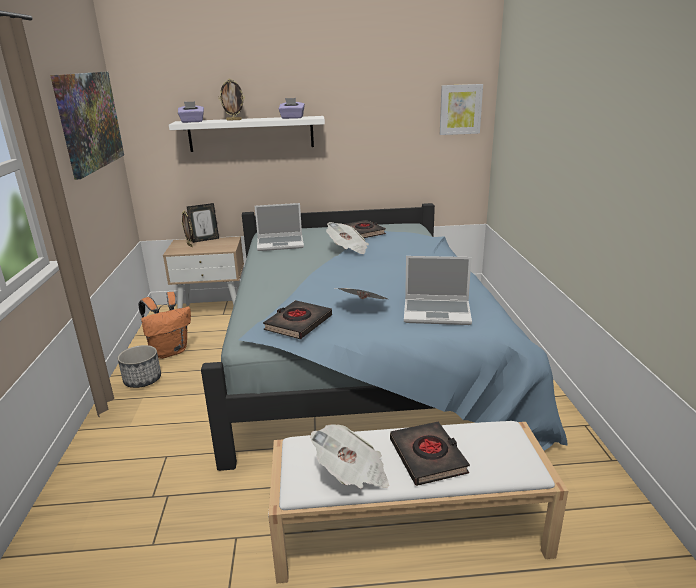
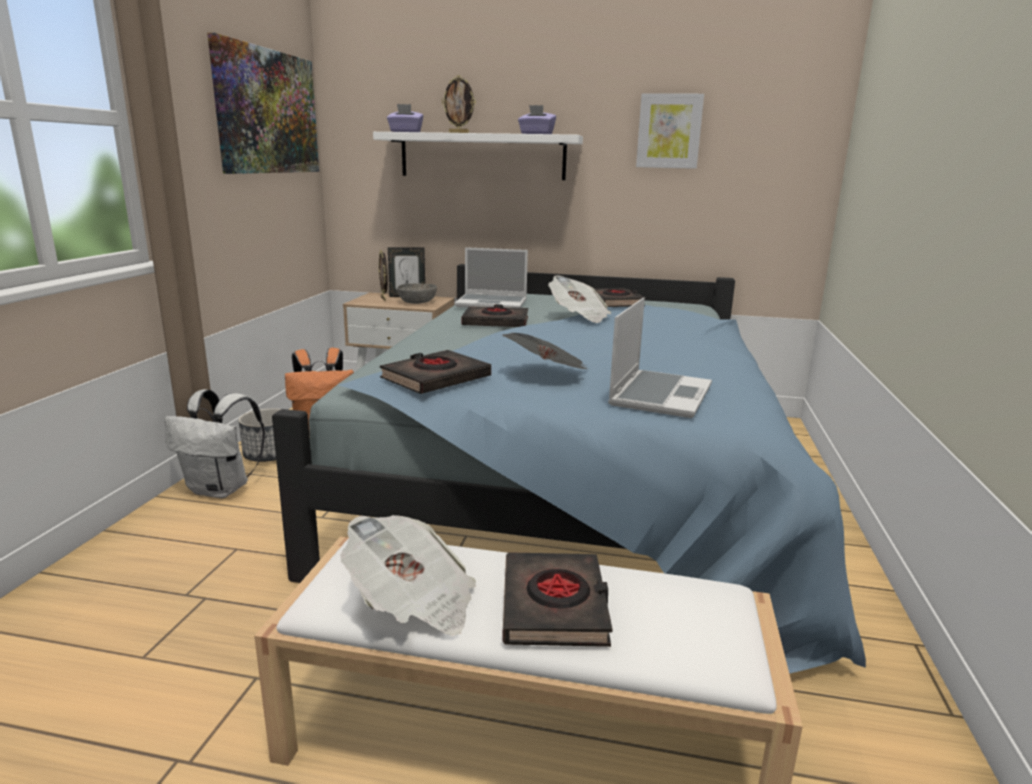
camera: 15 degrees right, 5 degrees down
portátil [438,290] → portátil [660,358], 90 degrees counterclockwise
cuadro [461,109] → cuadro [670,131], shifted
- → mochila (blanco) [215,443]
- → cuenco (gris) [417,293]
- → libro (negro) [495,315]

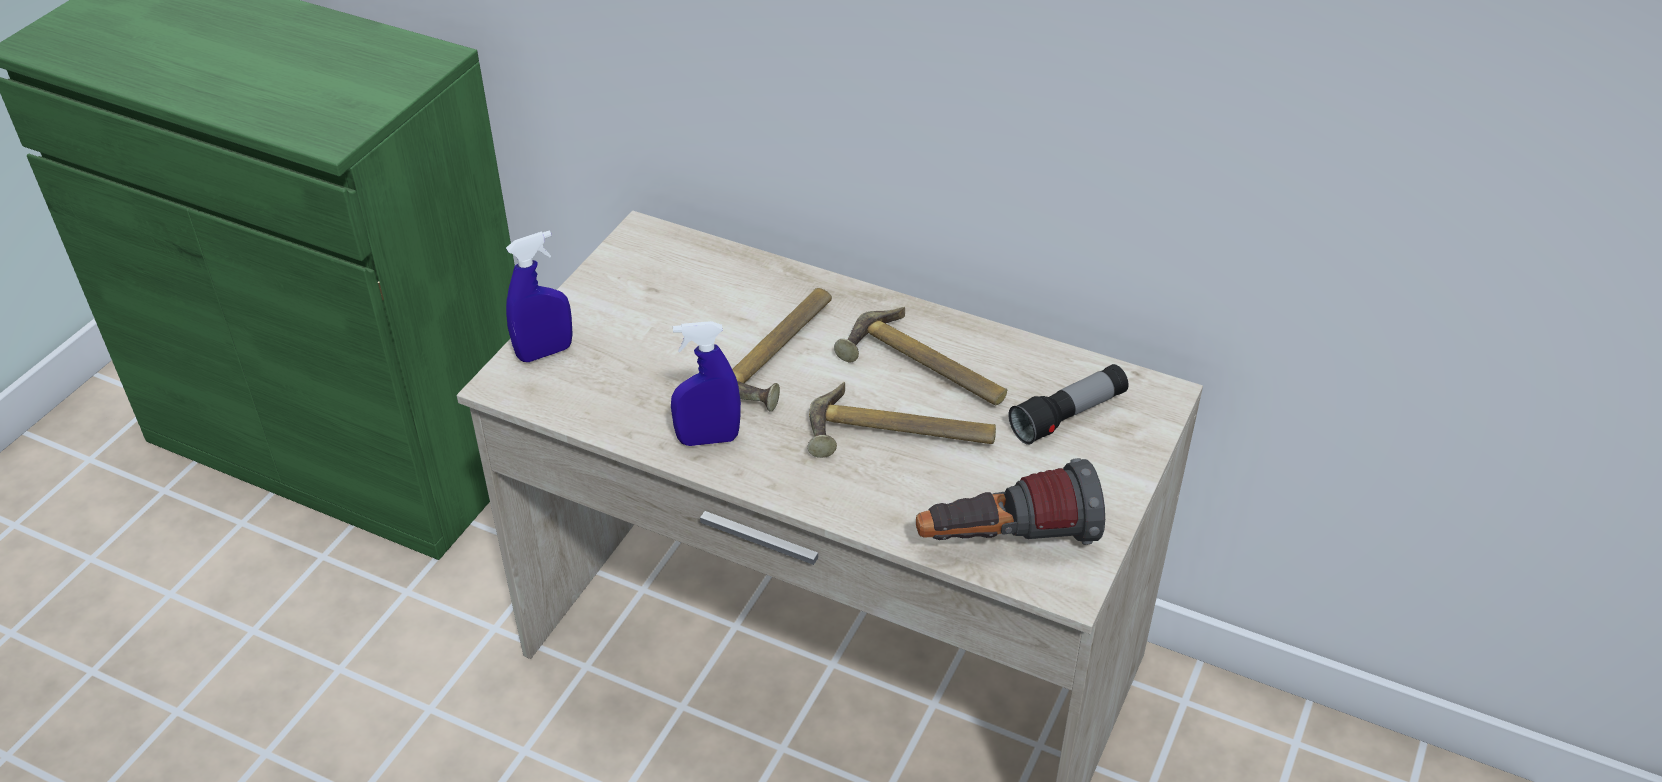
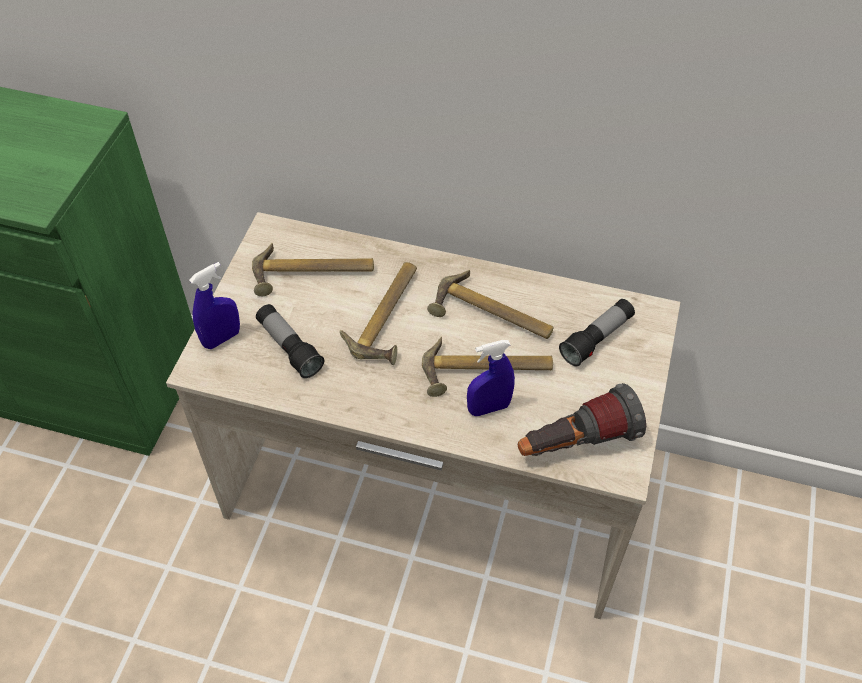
camera: 10 degrees left, 10 degrees up
pulverizador (azul) [706,383] → pulverizador (azul) [491,378], shifted
- → martillo [313,269]
- → linterna [290,341]

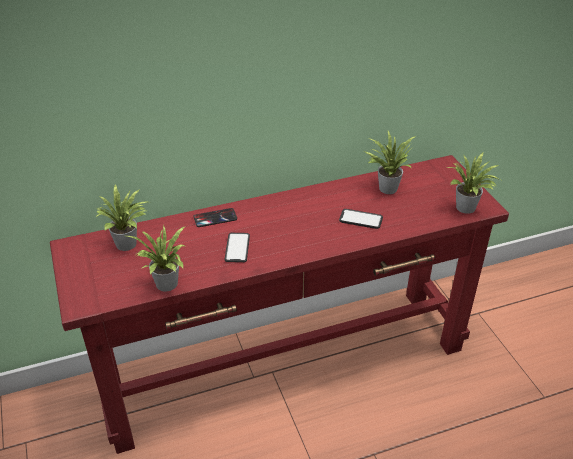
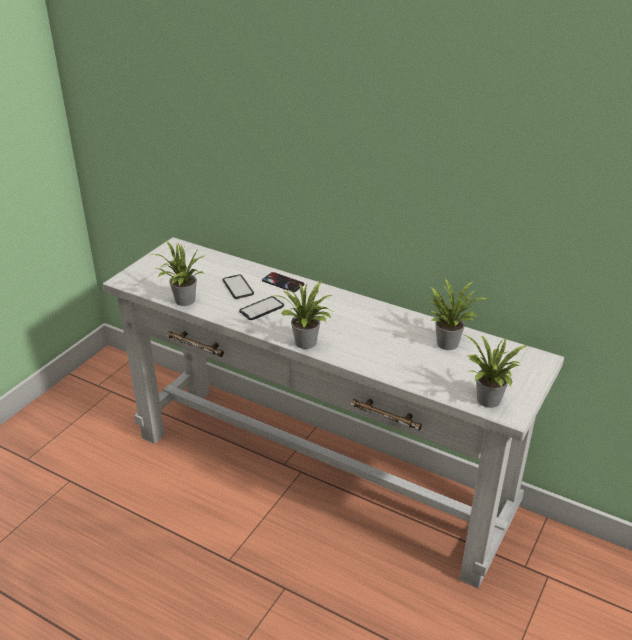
camera: 50 degrees right, 5 degrees down
mesa consola (rojo) [279,304] → mesa consola (blanco) [333,412]
planta en maceta [122,218] → planta en maceta [305,315], shifted
móvil [361,219] → móvil [238,286], shifted

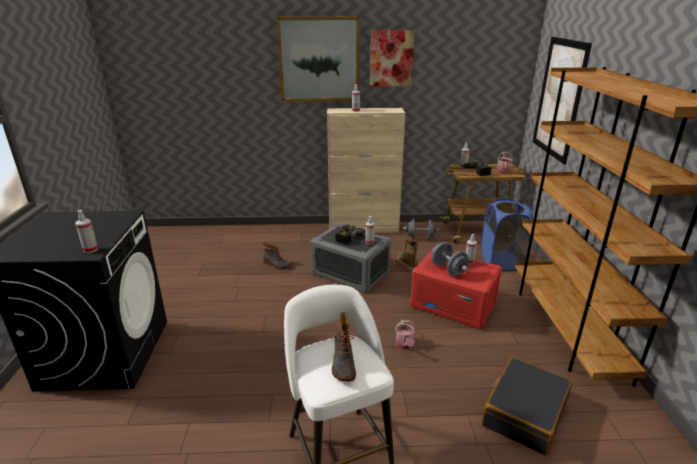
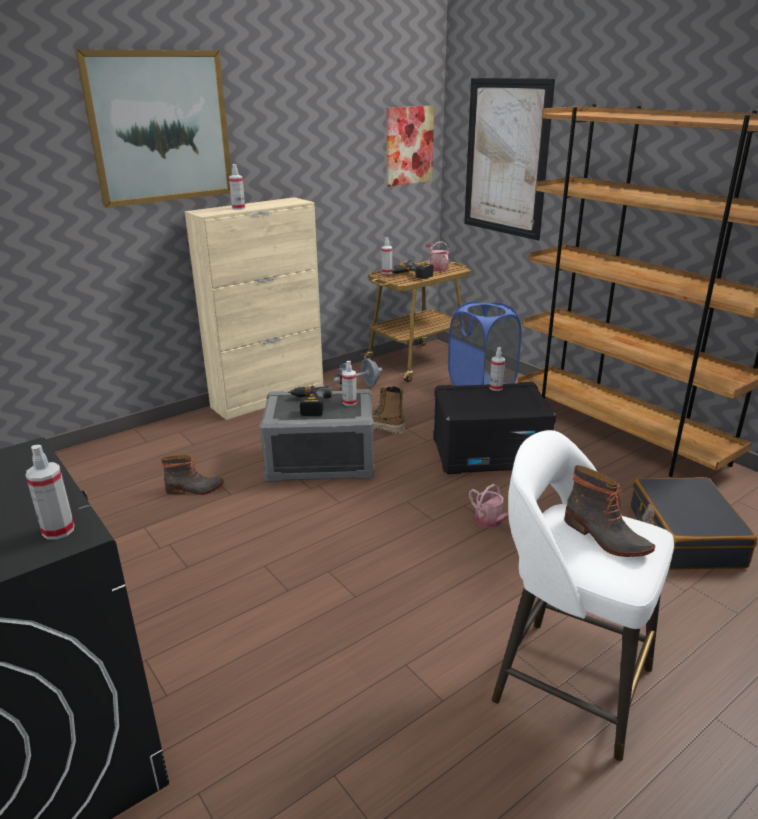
camera: 35 degrees left, 0 degrees up
cuadro [392,58] → cuadro [410,145], shifted
caja de almacenaje (rojo) [456,289] → caja de almacenaje (negro) [494,428]
mancuerna (gris) [450,259] → -

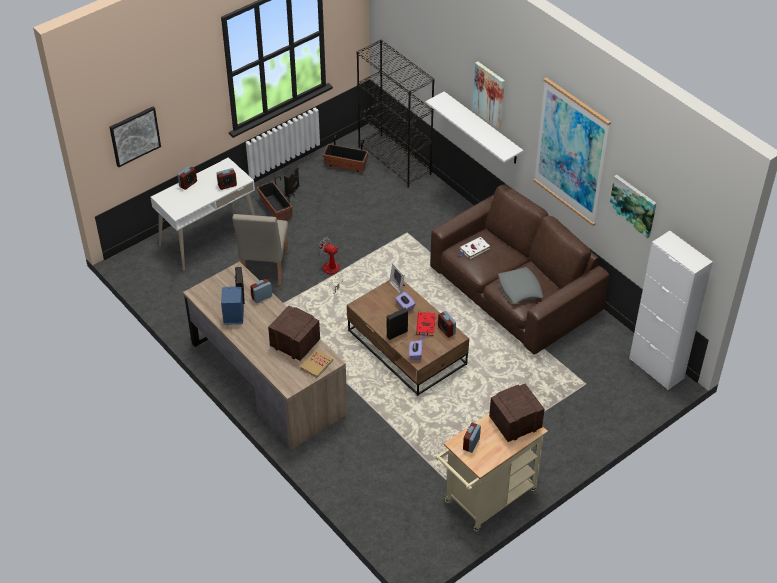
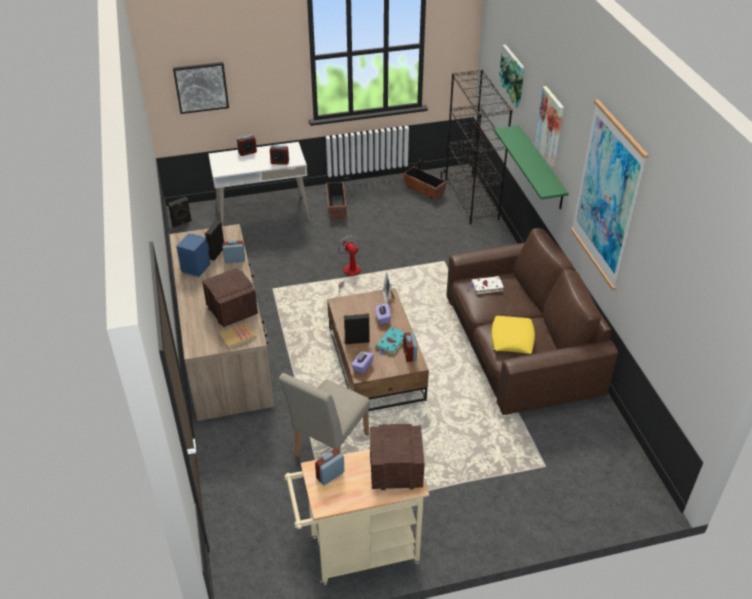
camera: 25 degrees right, 5 degrees down
silla (beis) [260,250] → silla (beis) [324,415], shifted
altavoz (negro) [292,181] → altavoz (negro) [180,212], shifted
libro (rojo) [426,326] → libro (turquesa) [390,341]
estante (blanco) [474,127] → estante (verde) [531,167]
cojín (gris) [520,285] → cojín (amarillo) [513,335]
cuadro [632,207] → cuadro [511,76], shifted
armario (blanco) [671,310] → -

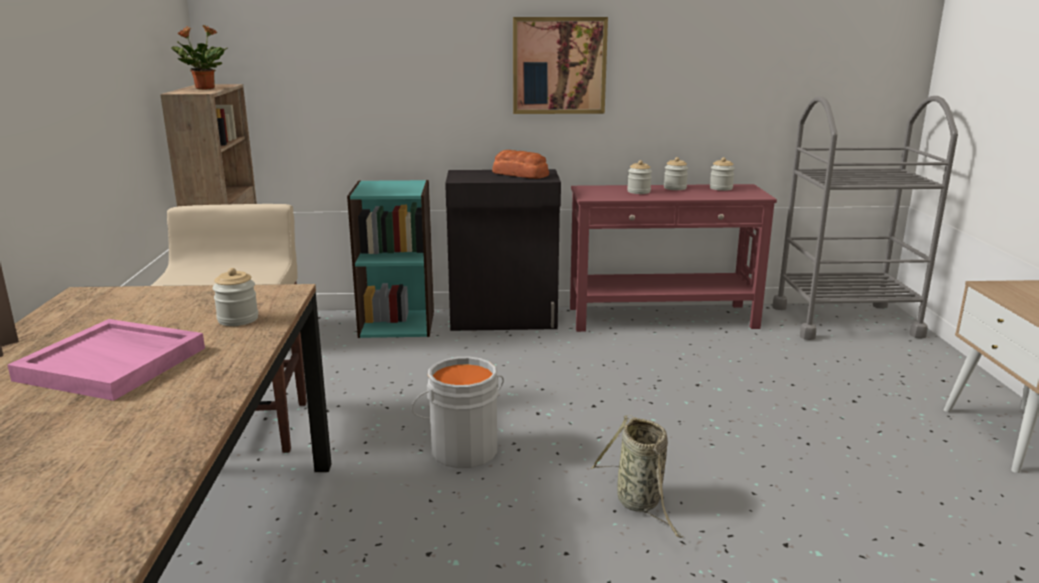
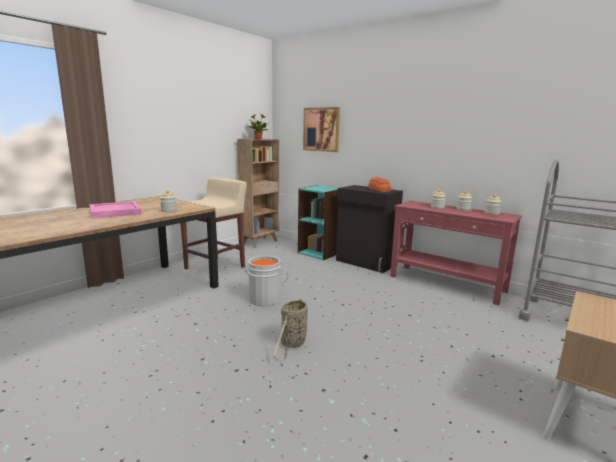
camera: 40 degrees right, 5 degrees down
cuadro [560,65] → cuadro [321,129], shifted

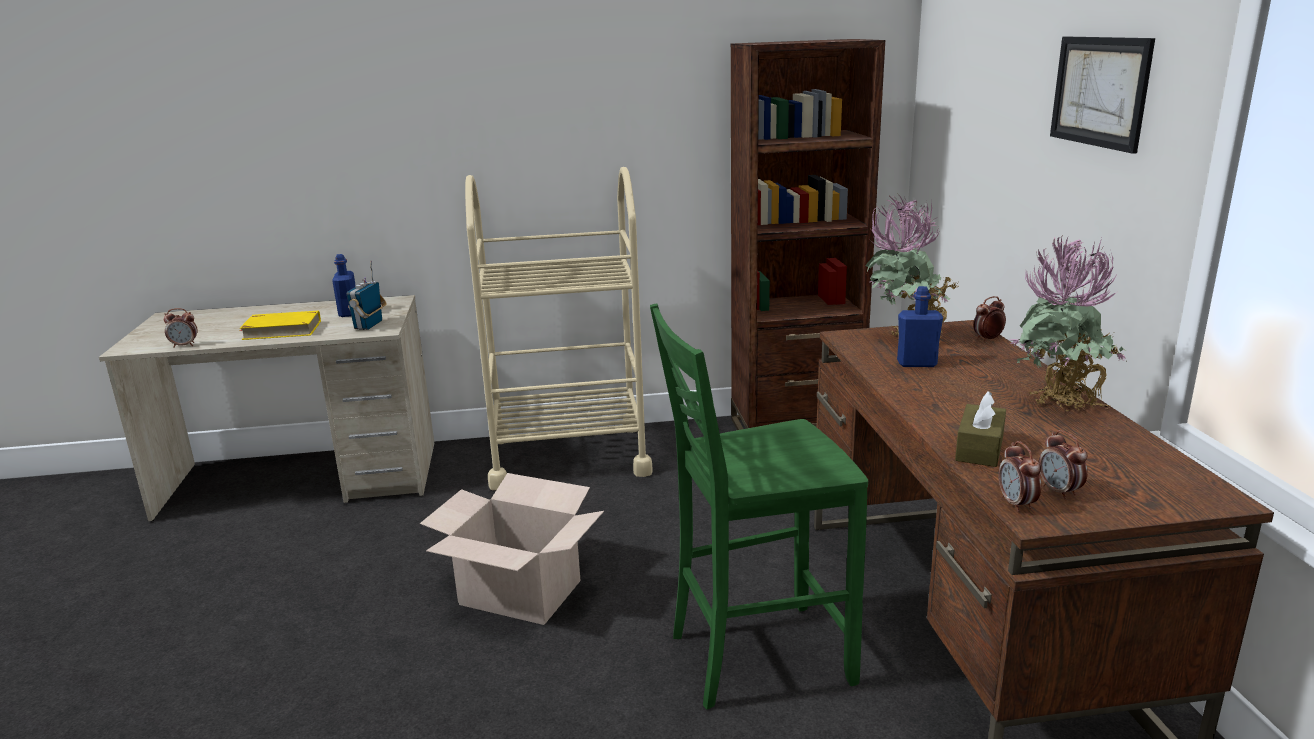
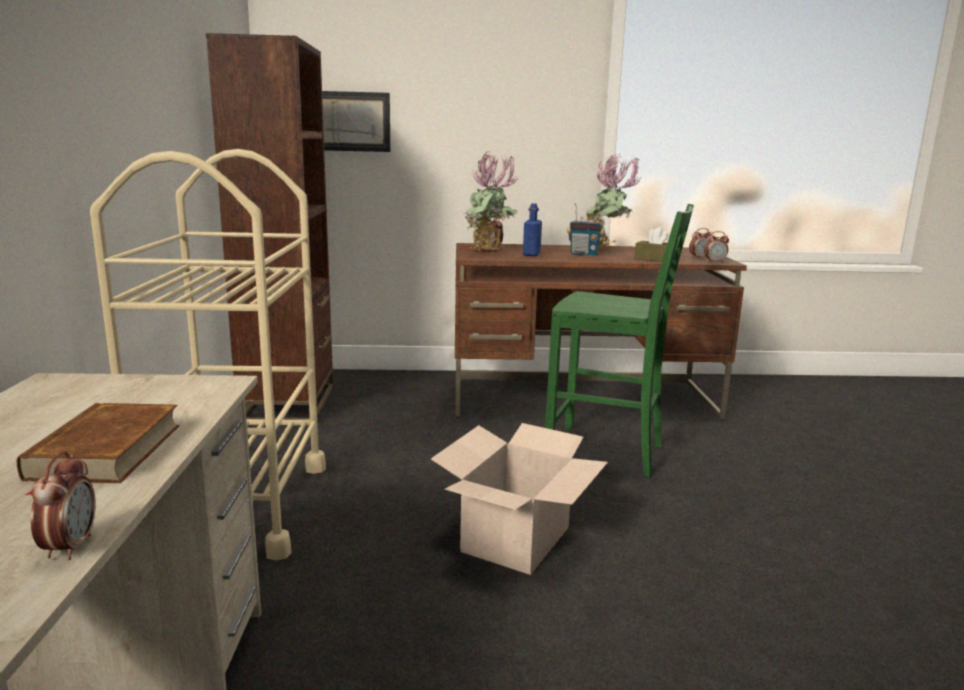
camera: 85 degrees left, 5 degrees down
libro (amarillo) [280,325] → libro (marrón) [98,449]
botella (azul) [344,285] → -
radio [367,295] → radio [586,229], shifted
silla (verde) [759,506] → silla (verde) [619,340], 60 degrees counterclockwise
cuadro [1102,95] → cuadro [356,121], shifted

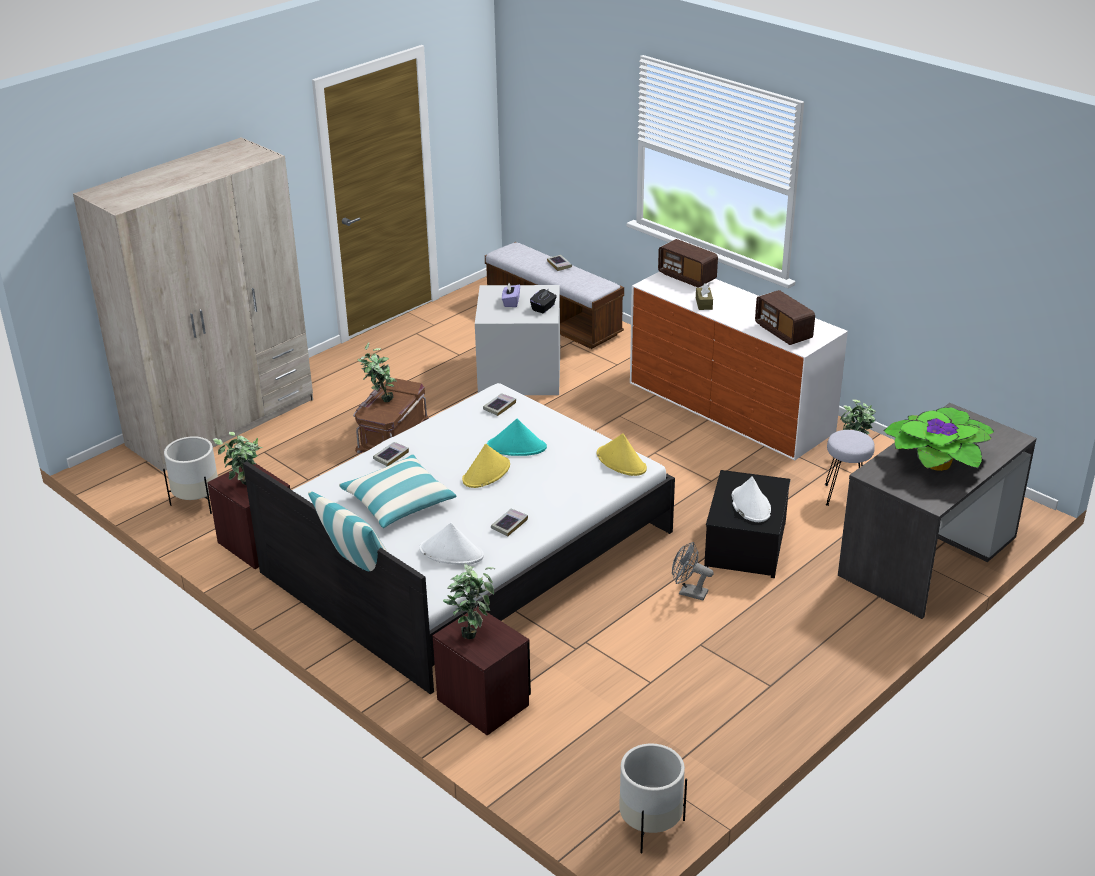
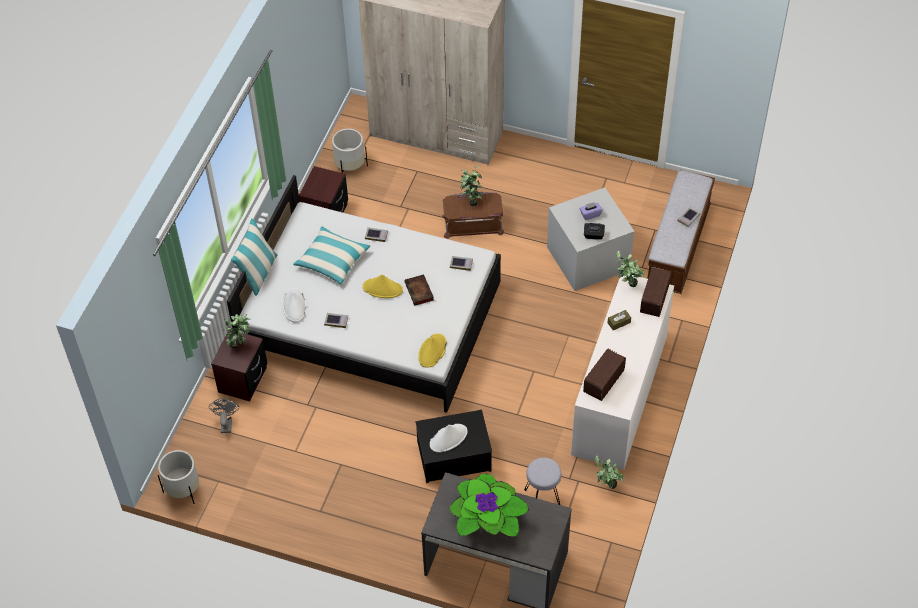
camera: 65 degrees right, 20 degrees up
planta en maceta [238,458] → planta en maceta [630,269], shifted
sombrero (turquesa) [517,437] → libro [419,290]
ventilador (gris) [693,571] → ventilador (gris) [224,415], shifted

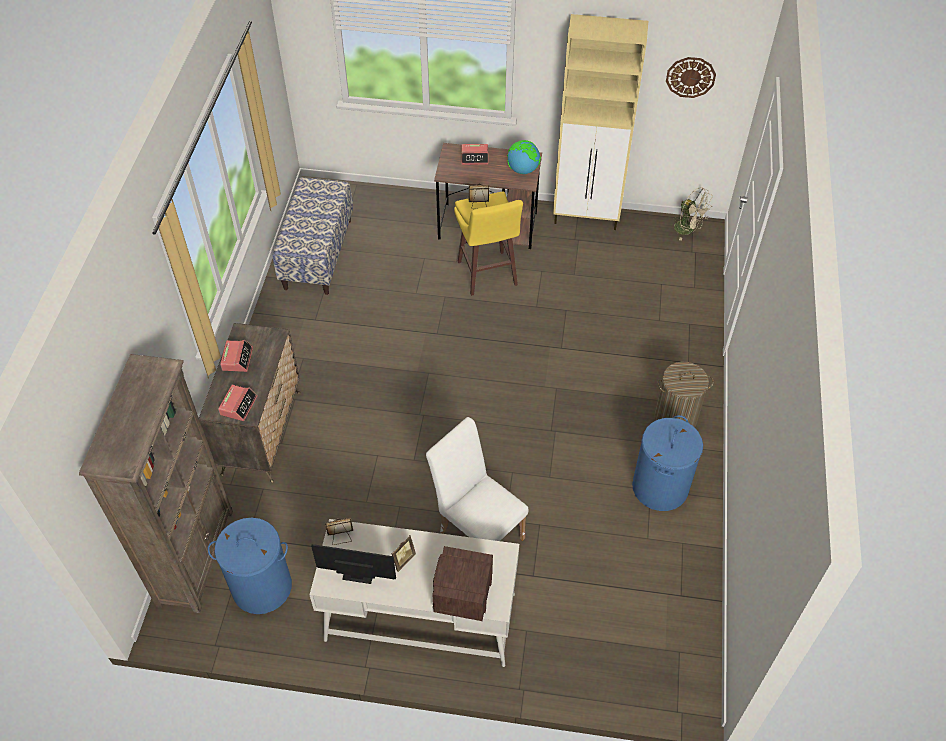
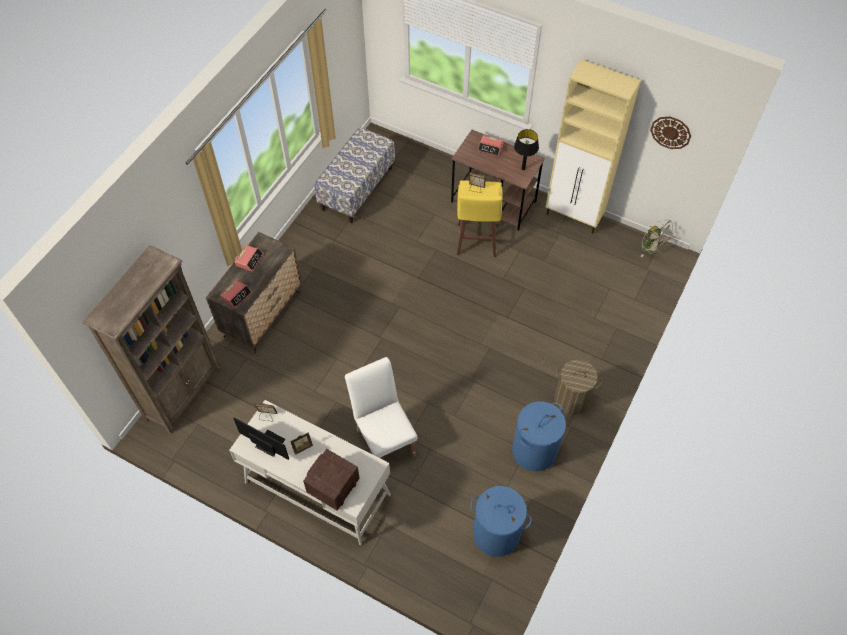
camera: 20 degrees right, 5 degrees up
cesto de la ropa (azul) [250,566] → cesto de la ropa (azul) [501,521], shifted
globo terráqueo [524,157] → lámpara de mesa (negro) [526,149]

